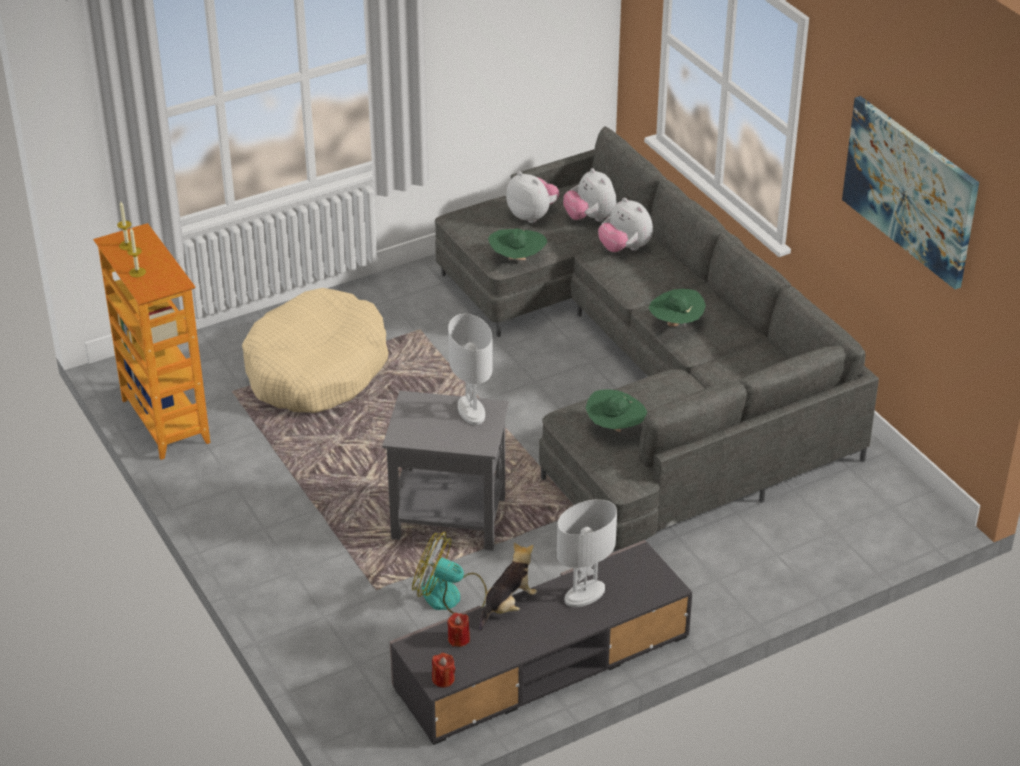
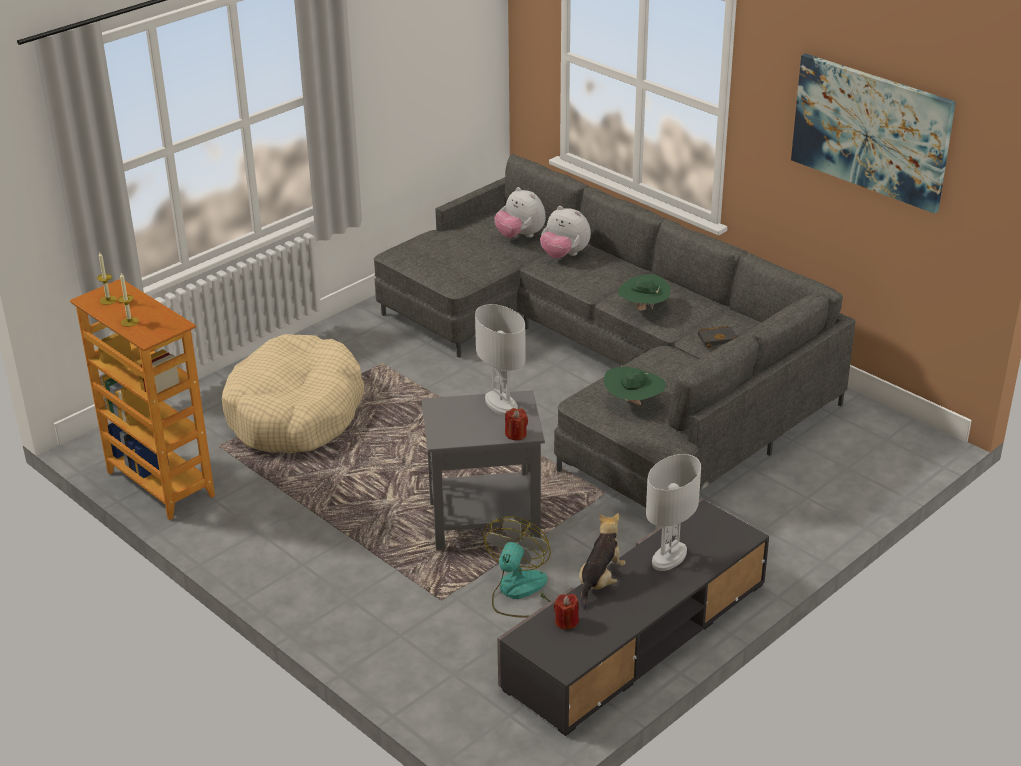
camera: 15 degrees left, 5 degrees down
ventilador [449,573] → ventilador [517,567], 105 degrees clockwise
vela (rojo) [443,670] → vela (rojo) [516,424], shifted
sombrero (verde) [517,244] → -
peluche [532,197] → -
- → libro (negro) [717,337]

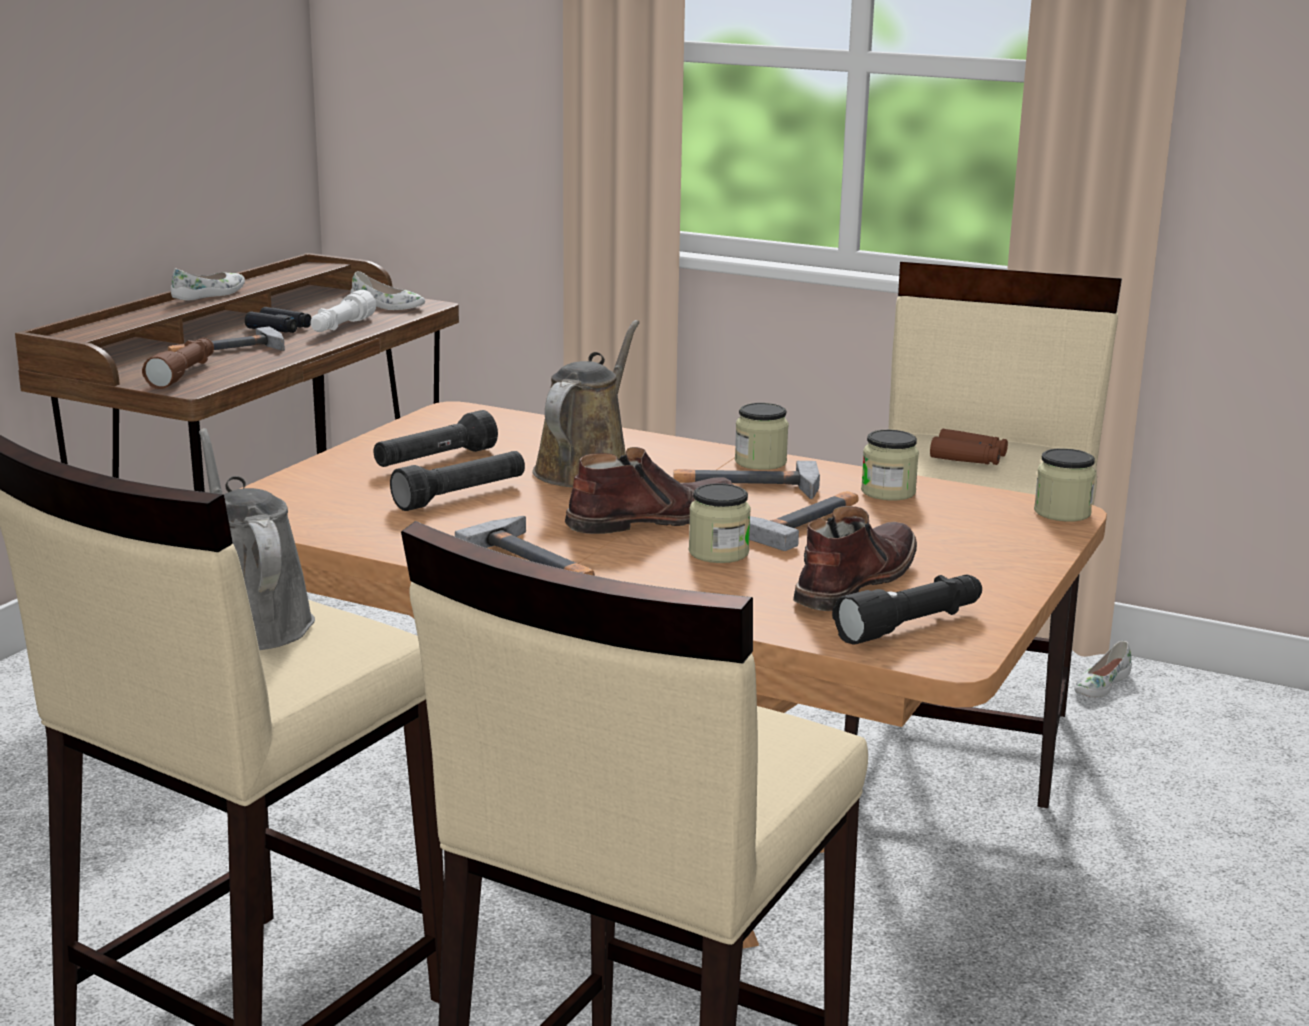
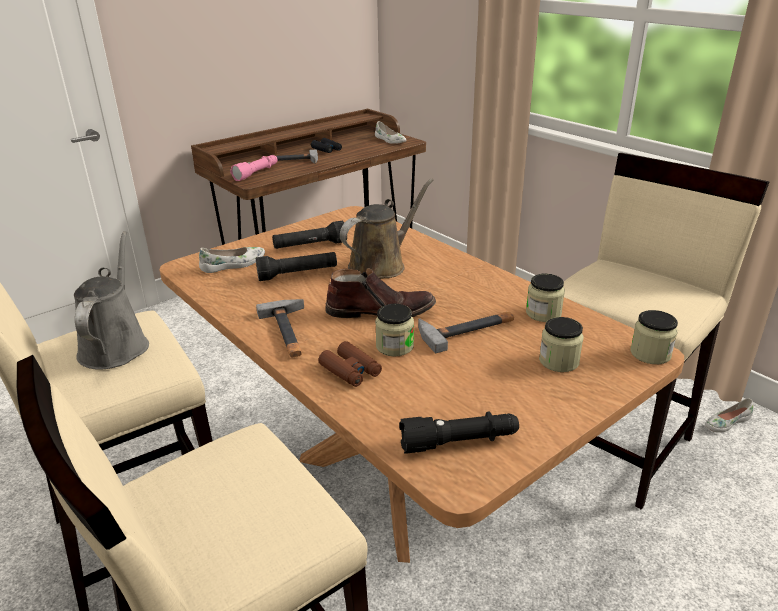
camera: 25 degrees right, 10 degrees up
linterna (marrón) [178,363] → linterna (rosa) [254,168]
zapato (blanco) [208,284] → zapato (blanco) [232,260], shifted
linterna (blanco) [343,311] → -
martillo [746,480] → -
tarro [762,436] → tarro [561,344], shifted
bota (marrón) [855,558] → -
prismáticos (marrón) [969,447] → prismáticos (marrón) [350,364], shifted

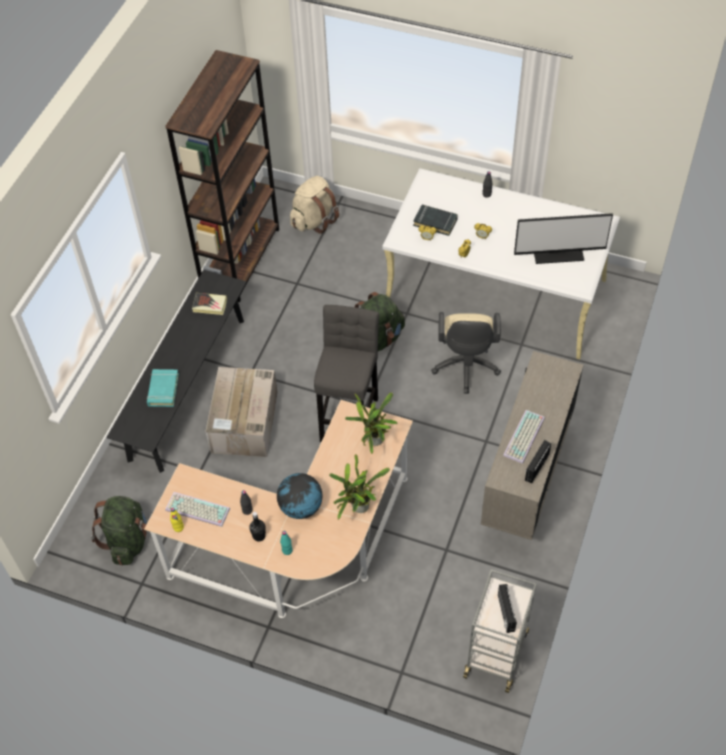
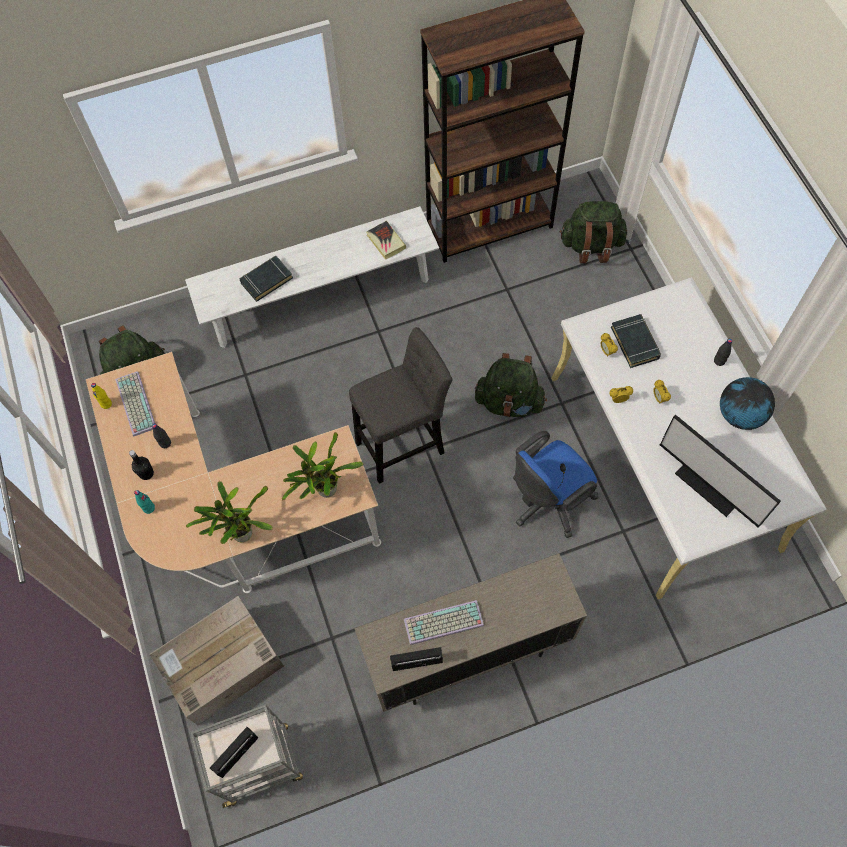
camera: 50 degrees right, 10 degrees up
banco (negro) [177,371] → banco (blanco) [312,277]
libro (turquesa) [163,388] → libro (negro) [266,279]
caja de cartón [241,412] → caja de cartón [216,660], shifted
globo terráqueo [300,496] → globo terráqueo [747,403], shifted
mochila (beis) [314,205] → mochila (verde) [593,232]
silla de oficina (beis) [466,353] → silla de oficina (azul) [555,484]

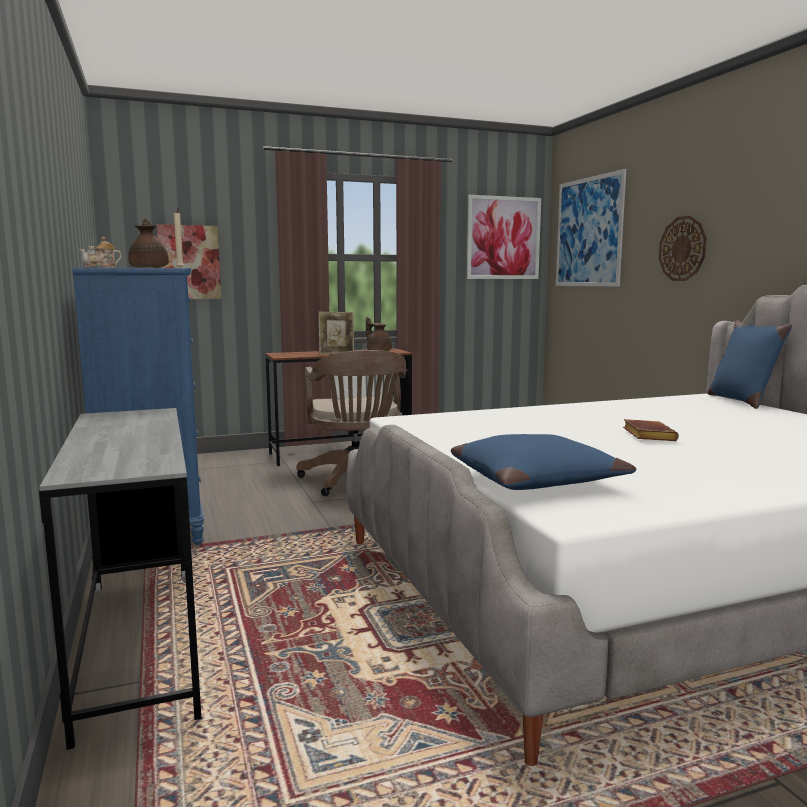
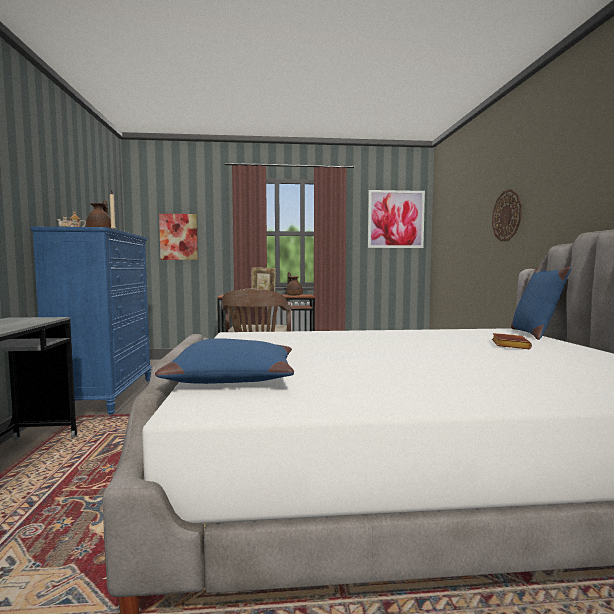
camera: 15 degrees right, 5 degrees down
cuadro [591,228] → -
libro (marrón) [651,430] → libro (marrón) [512,341], shifted

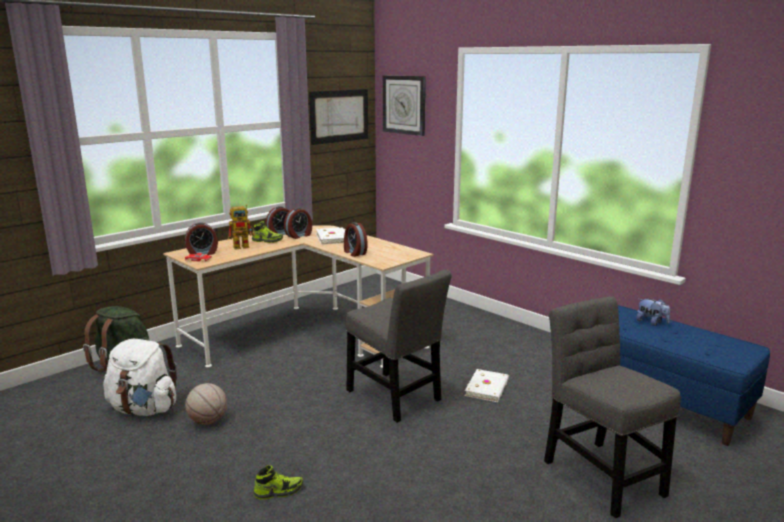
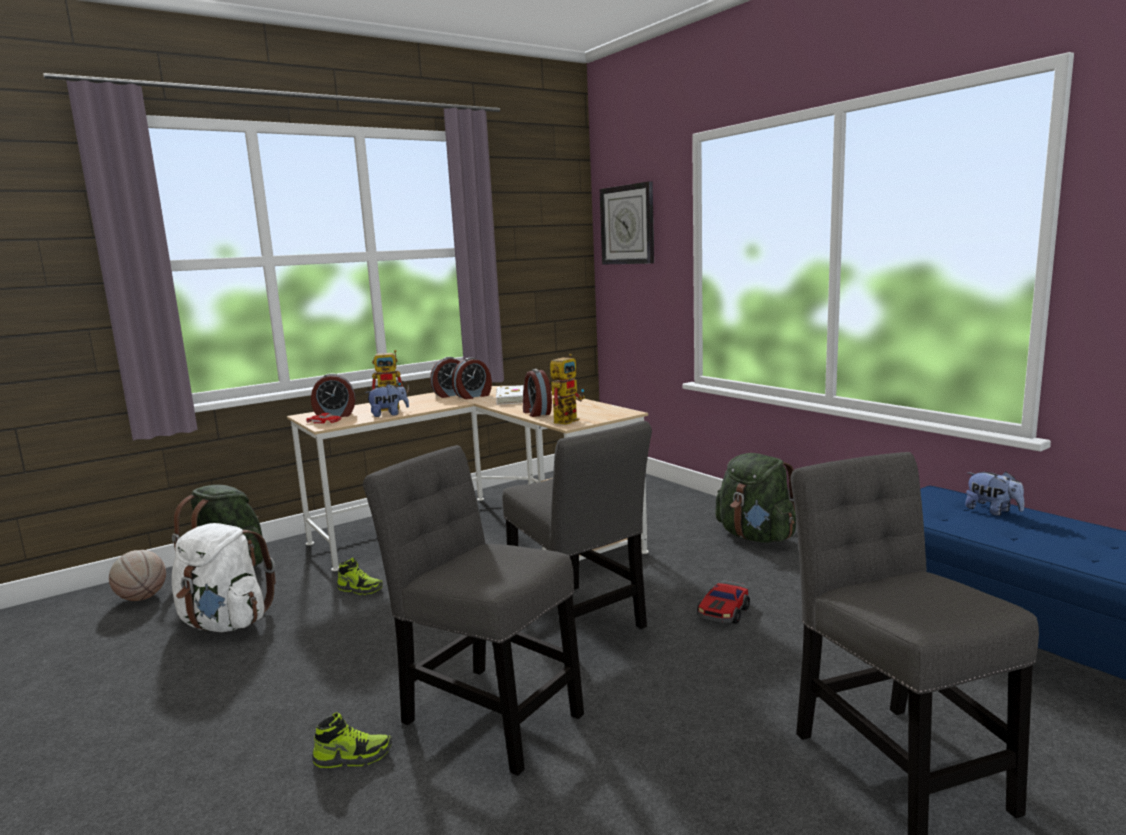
camera: 10 degrees right, 5 degrees down
balón de baloncesto [206,404] → balón de baloncesto [137,575], shifted
zapato [267,232] → zapato [360,576], shifted
cuadro [338,117] → -
libro (blanco) [487,385] → coche de juguete [723,602]
- → silla (gris) [473,610]
- → peluche [387,400]
- → robot de juguete [567,389]
- → mochila (verde) [755,498]

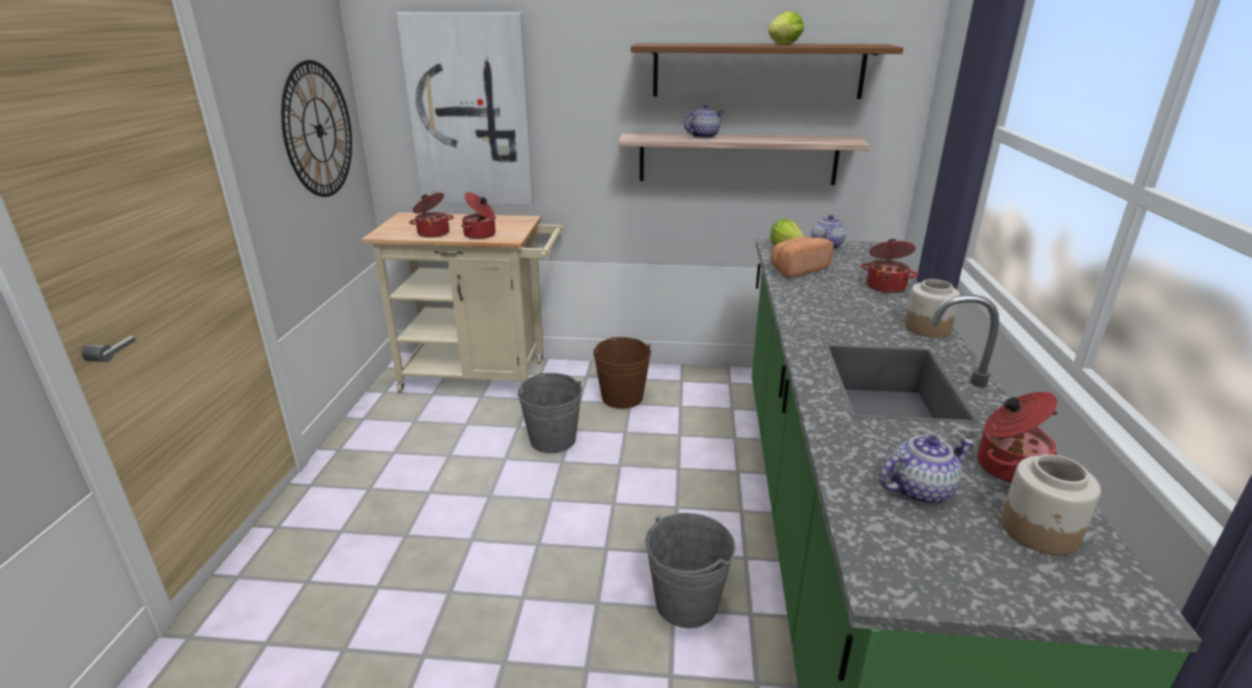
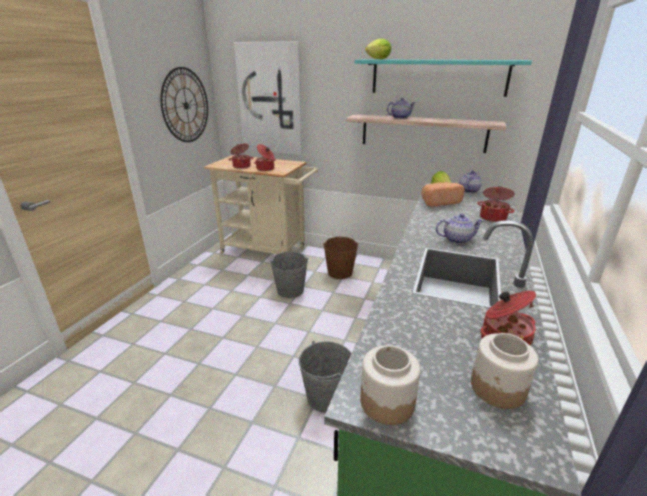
camera: 15 degrees right, 0 degrees up
estante (marrón) [767,71] → estante (turquesa) [443,78]
lechuga [786,28] → lechuga [378,49], shifted
tetera [926,470] → tetera [460,229], shifted
tarro [932,308] → tarro [390,385], shifted

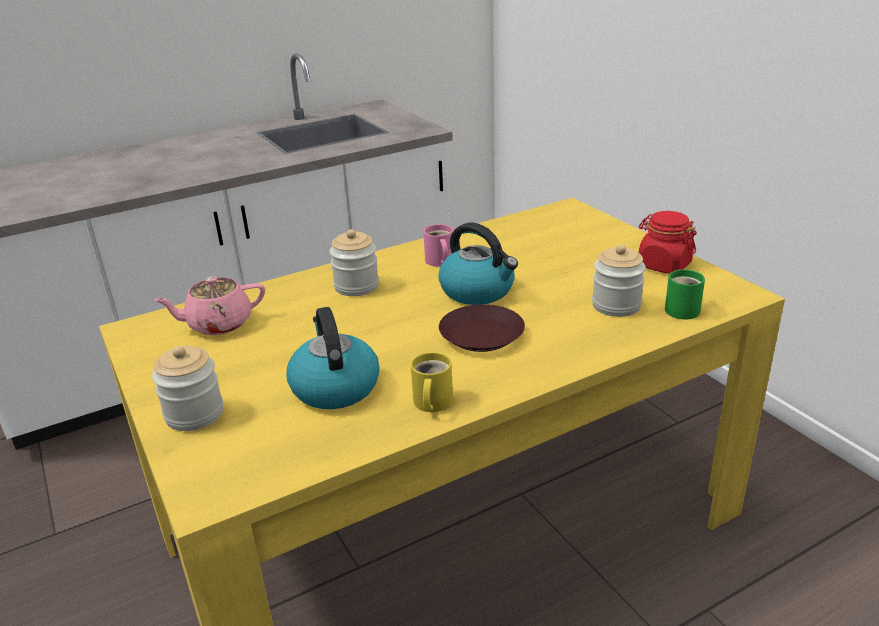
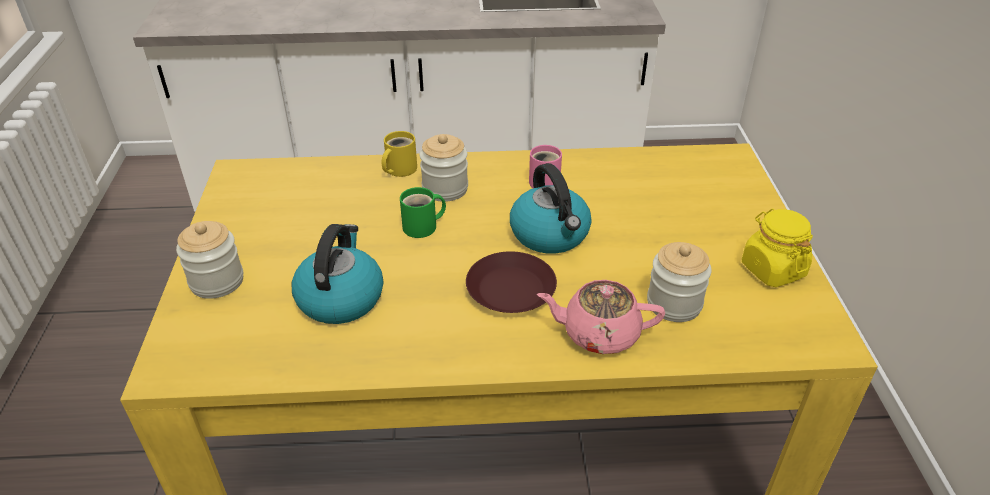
camera: 25 degrees right, 10 degrees up
tetera (rosa) [209,305] → tetera (rosa) [601,317], shifted
taza grande (amarillo) [432,382] → taza grande (amarillo) [399,154], shifted
tarro (rojo) [668,242] → tarro (amarillo) [777,248]
taza grande (verde) [685,294] → taza grande (verde) [423,212], shifted

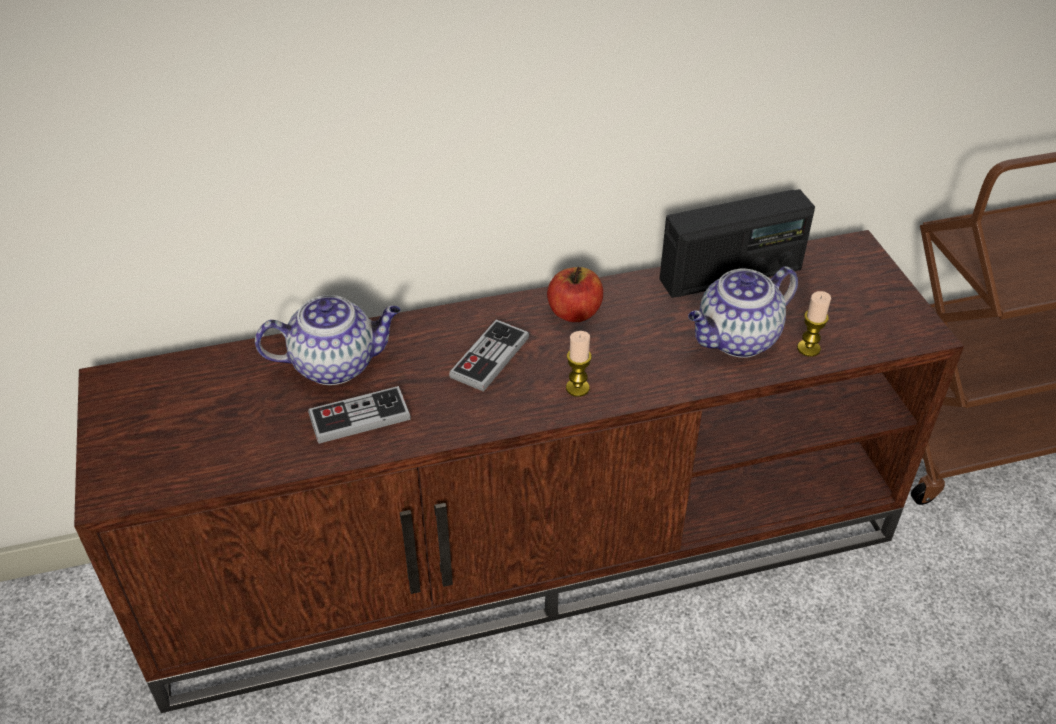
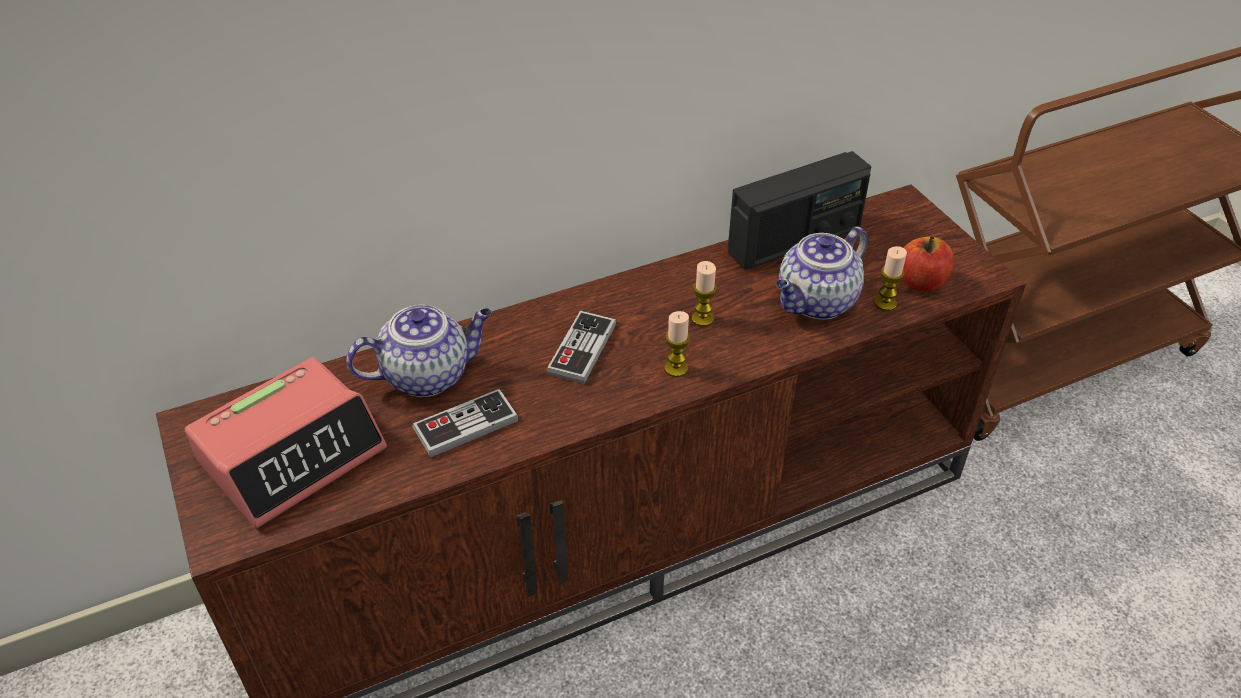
camera: 10 degrees left, 0 degrees up
manzana [575,294] → manzana [928,263], shifted
- → despertador [286,442]
- → vela [704,293]

